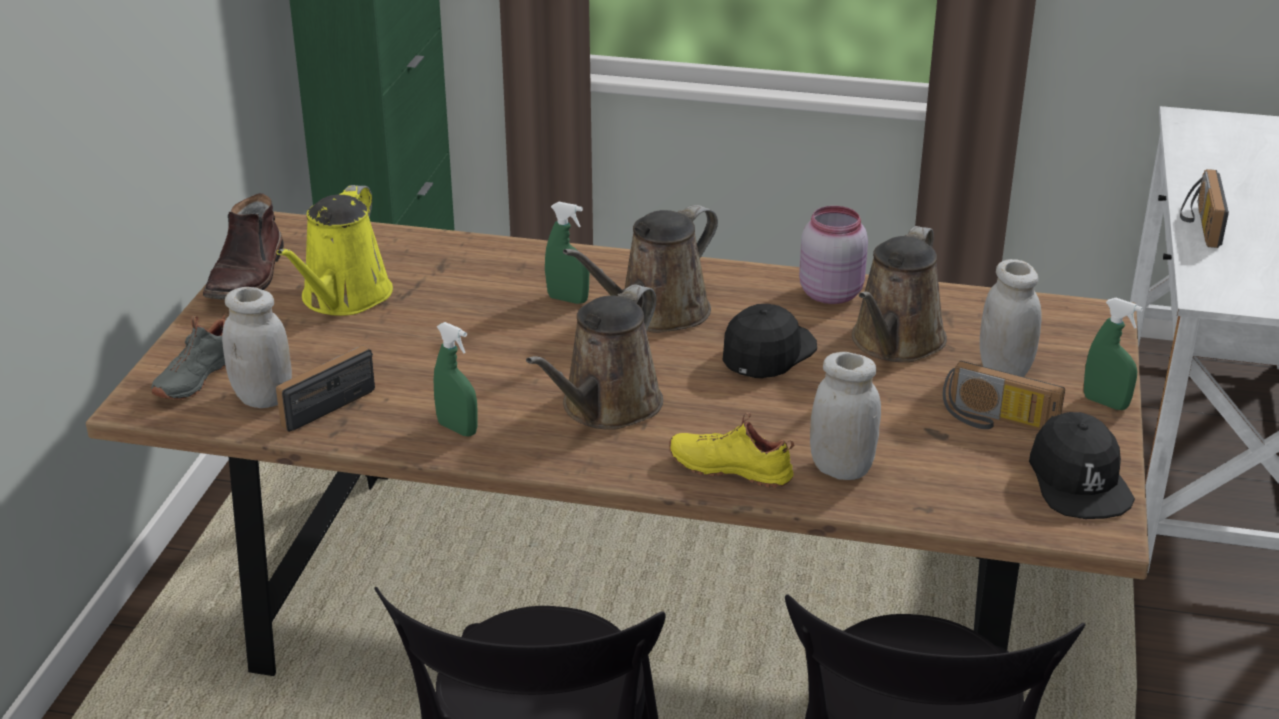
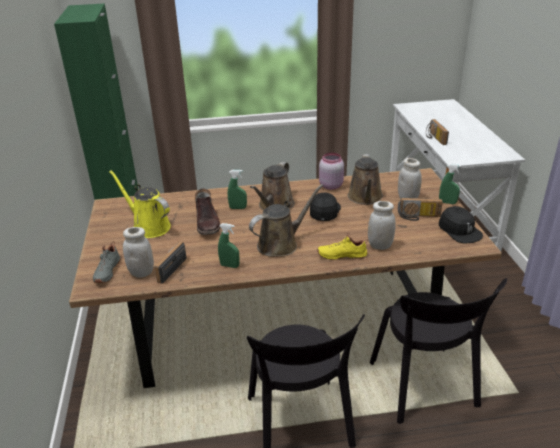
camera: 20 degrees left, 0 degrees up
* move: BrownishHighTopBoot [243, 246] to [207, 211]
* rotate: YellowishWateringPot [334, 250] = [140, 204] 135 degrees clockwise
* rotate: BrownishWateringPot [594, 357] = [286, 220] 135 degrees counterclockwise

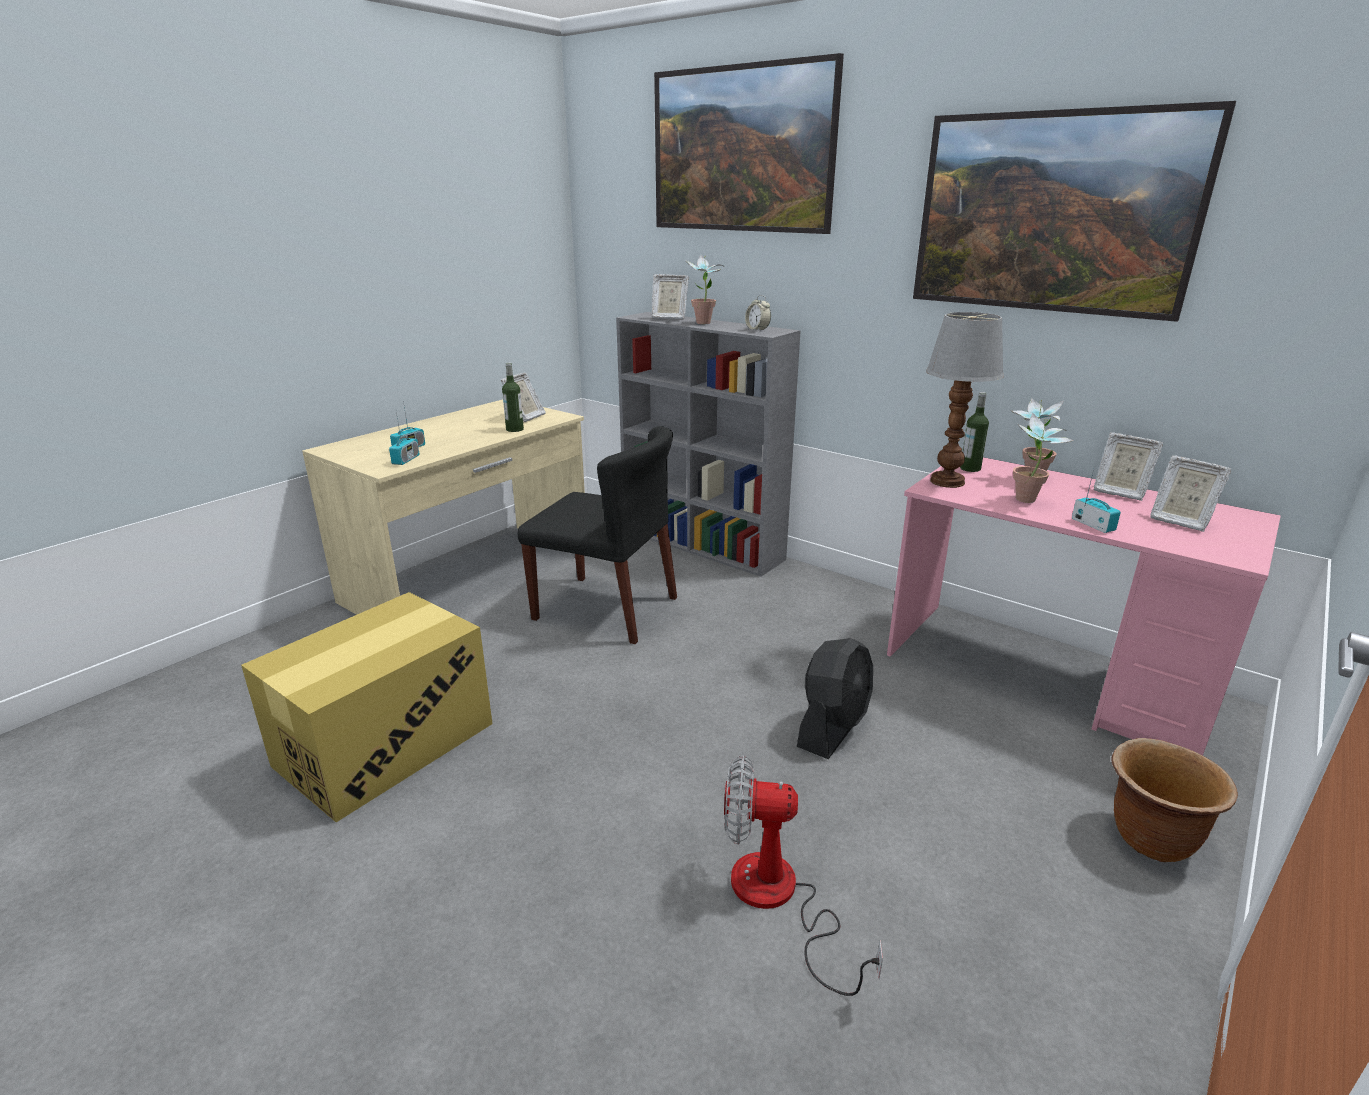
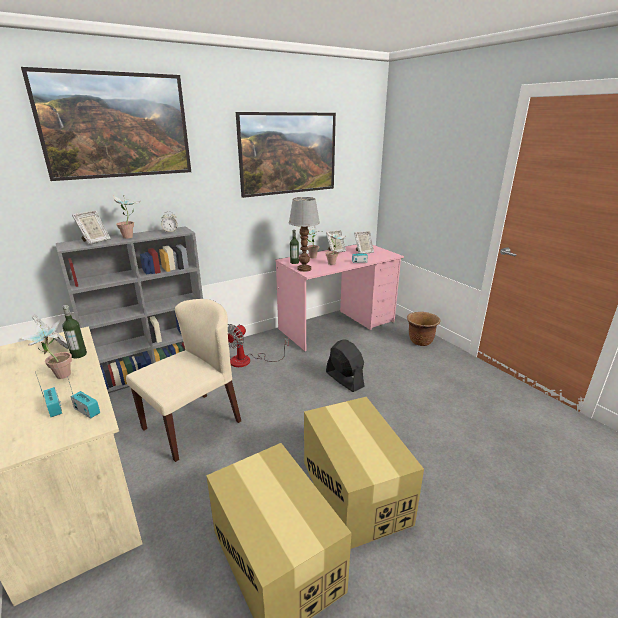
camera: 70 degrees left, 0 degrees up
* insert: Houseplant [45, 349]
* insert: CardboardBox [364, 473]
* move: ElectricFan [803, 875] to [258, 345]
* recolor: BlackPlainChair [597, 535] to BeigeColouredPlainChair [183, 380]

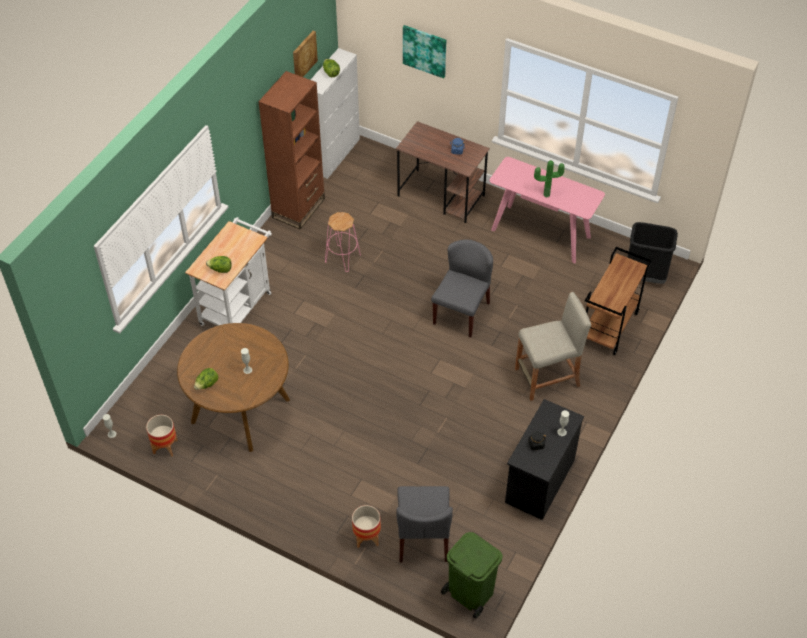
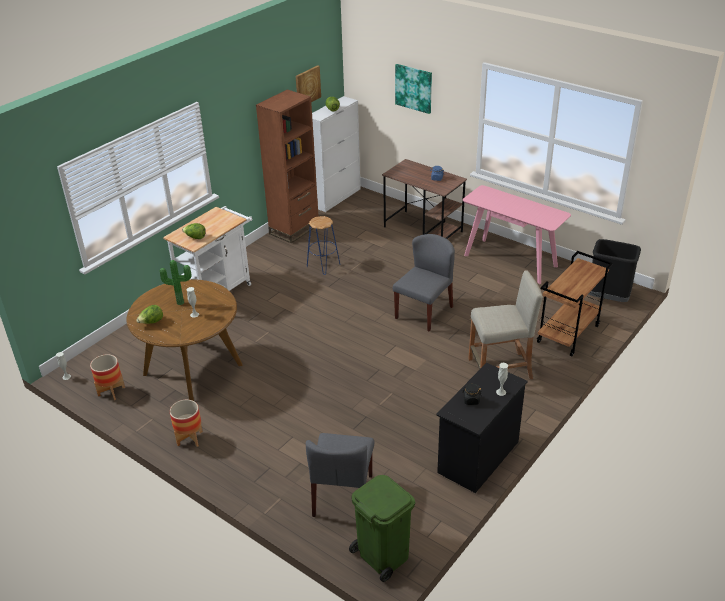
camera: 10 degrees right, 15 degrees down
* move: Planter [366, 526] to [186, 423]
* move: Houseplant [549, 179] to [176, 282]
* recolor: PinkishStool [343, 242] to BlueColouredStool [323, 245]

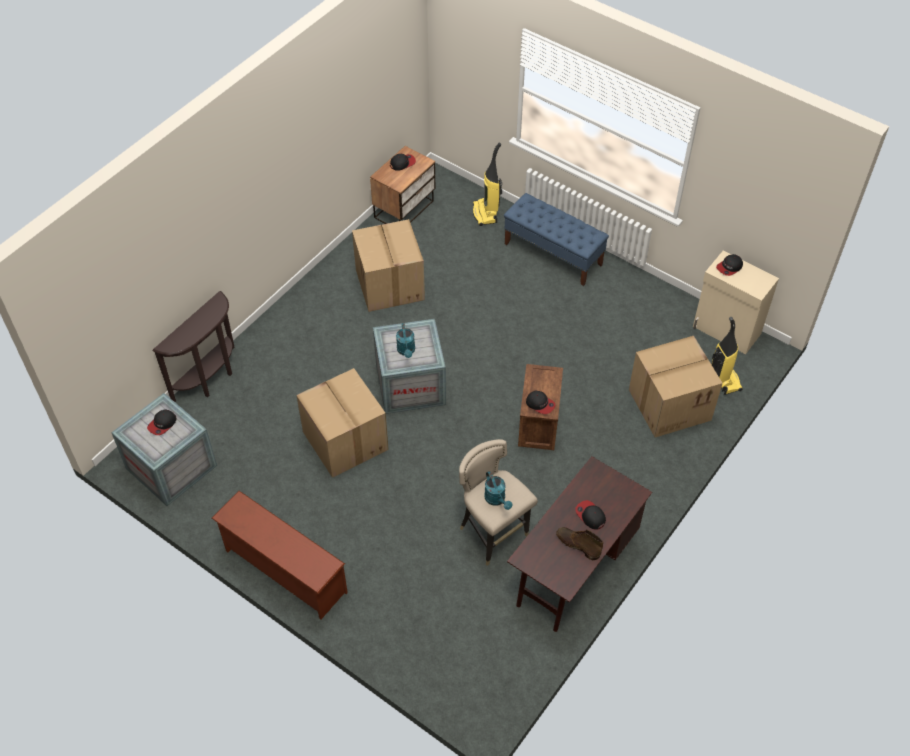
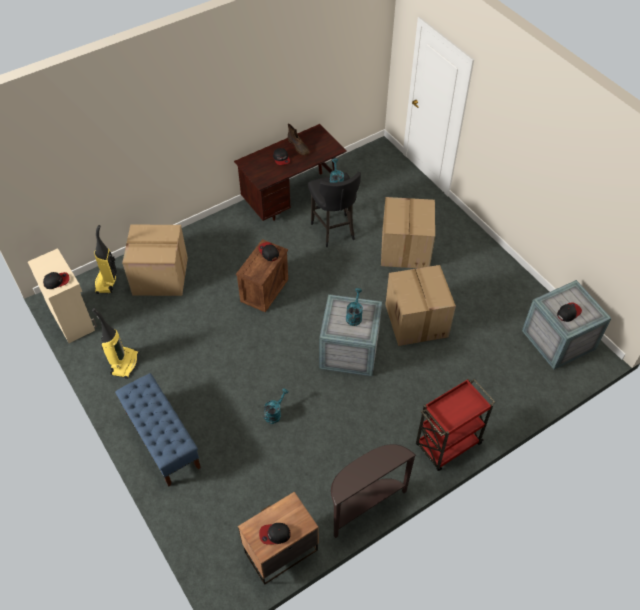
camera: 160 degrees left, 0 degrees up
* delete: BrownishShoeStand [280, 555]
* insert: TurquoiseWateringPot [276, 406]
* insert: ReddishWheeledCart [455, 424]
* move: BrownishNarrowTable [194, 346] to [373, 491]
* move: CardboardBox [388, 265] to [408, 232]
* move: VacuumCleaner [487, 184] to [115, 343]
* recolor: BeigeColouredStool [498, 502] to BlackStool [334, 209]

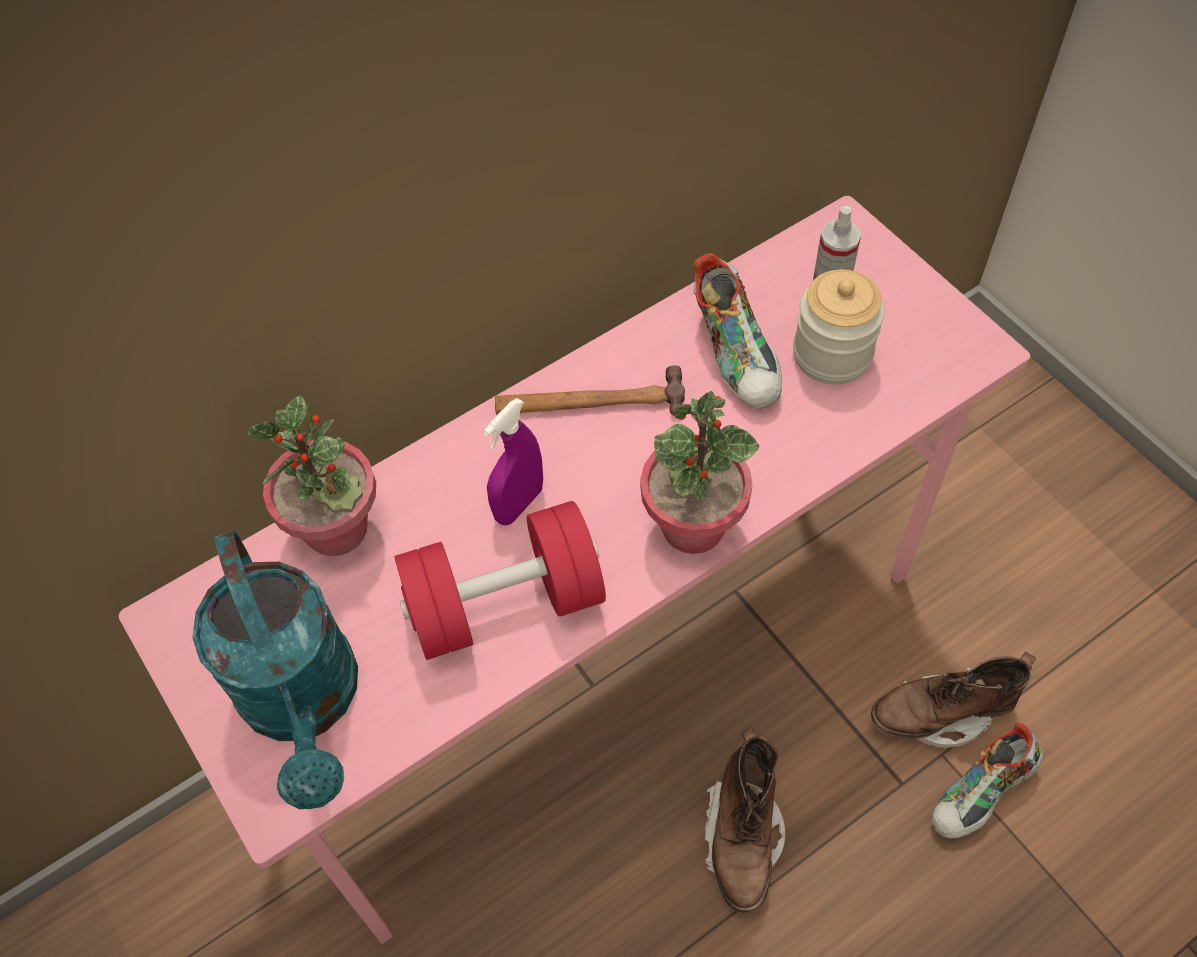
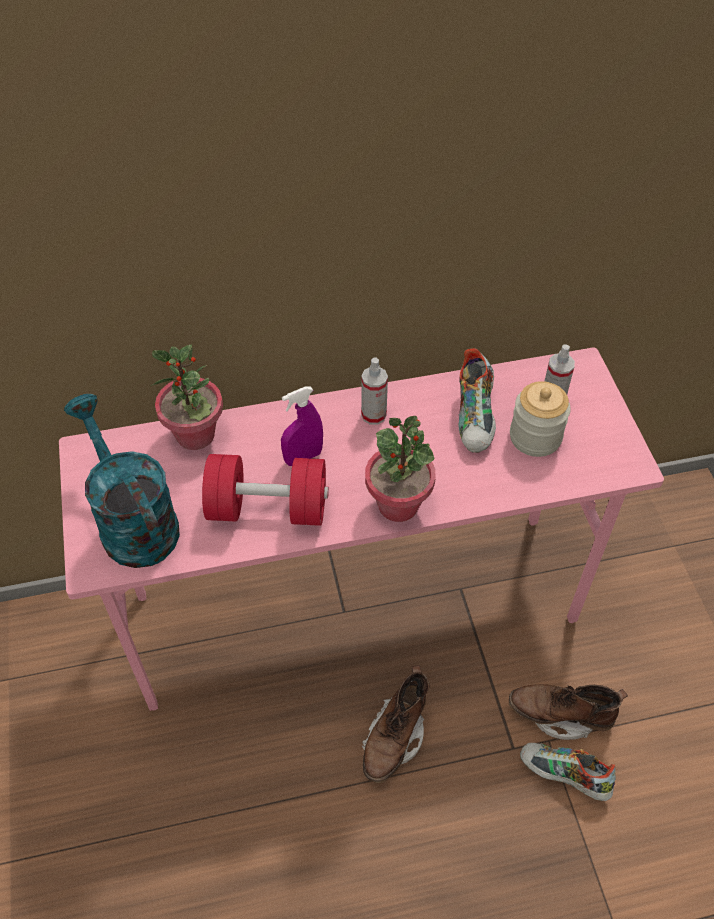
camera: 20 degrees right, 5 degrees down
* replace: HandHammer [590, 390] to SprayBottle [374, 391]
* rotate: TurquoiseWateringPot [275, 669] = [122, 481] 150 degrees clockwise
* rotate: LowShoe [987, 780] = [568, 772] 45 degrees clockwise

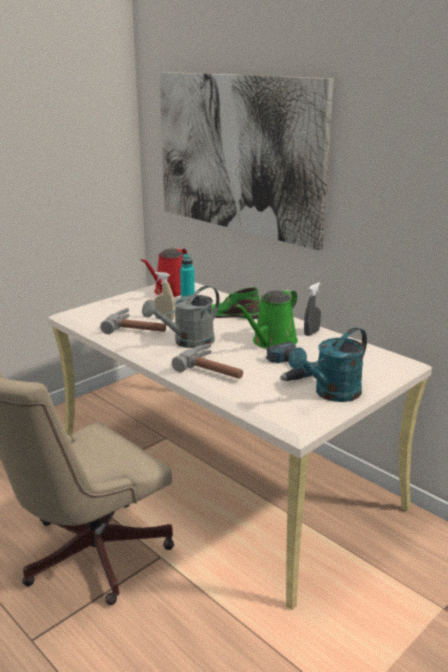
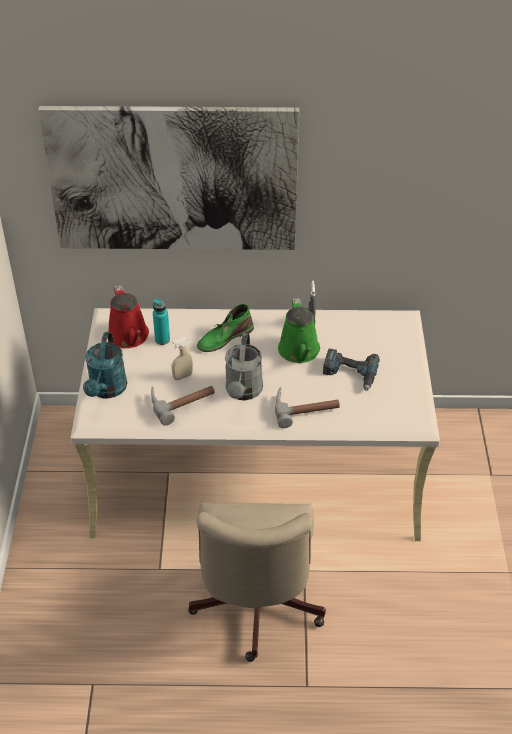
camera: 45 degrees left, 20 degrees up
* move: TurquoiseWateringPot [327, 364] to [105, 365]

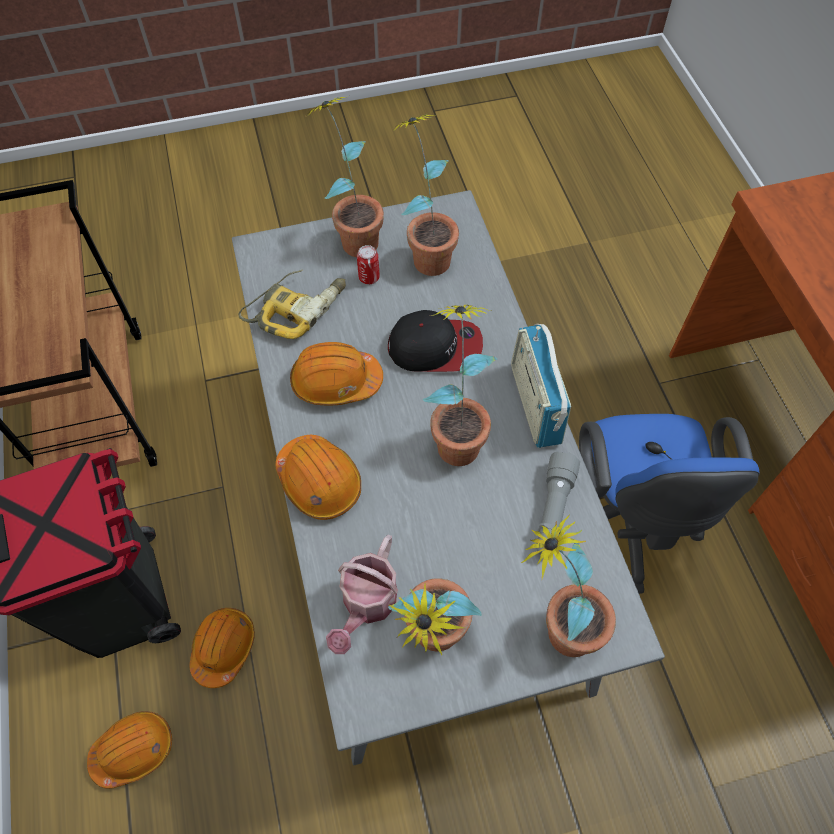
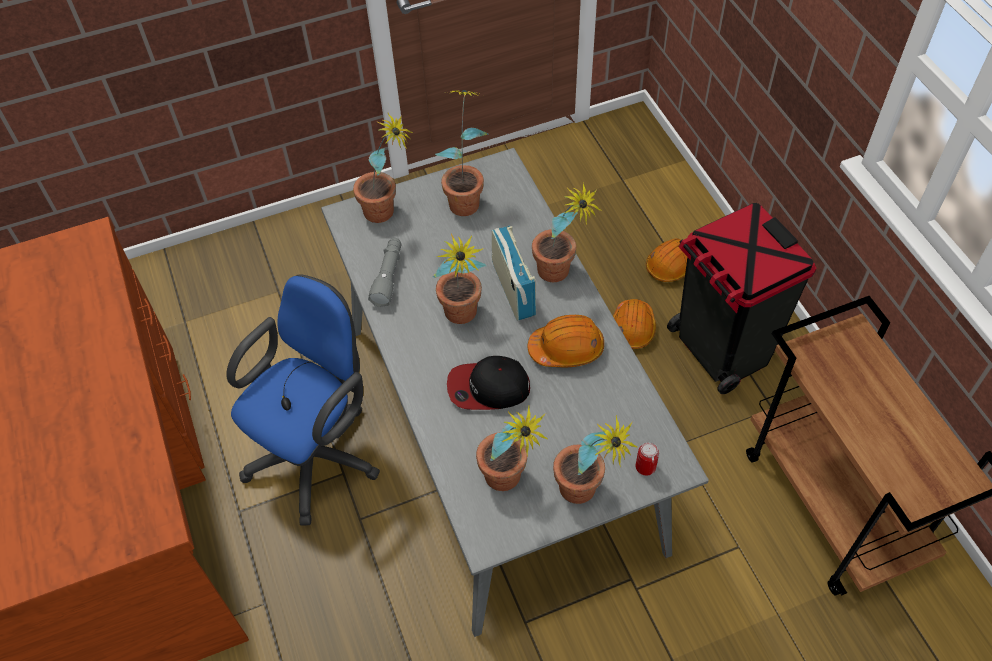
camera: 175 degrees right, 5 degrees down
* delete: PowerDrill [292, 304]
* delete: WateringPot [362, 594]
* move: SealedCan [368, 264] to [647, 459]
* move: RadioSet [541, 386] to [514, 273]
* replace: OrangeyWorkHelmet [318, 477] to Houseplant [567, 232]
* rotate: BlueColouredComputerChair [669, 504] = [303, 399] 45 degrees clockwise

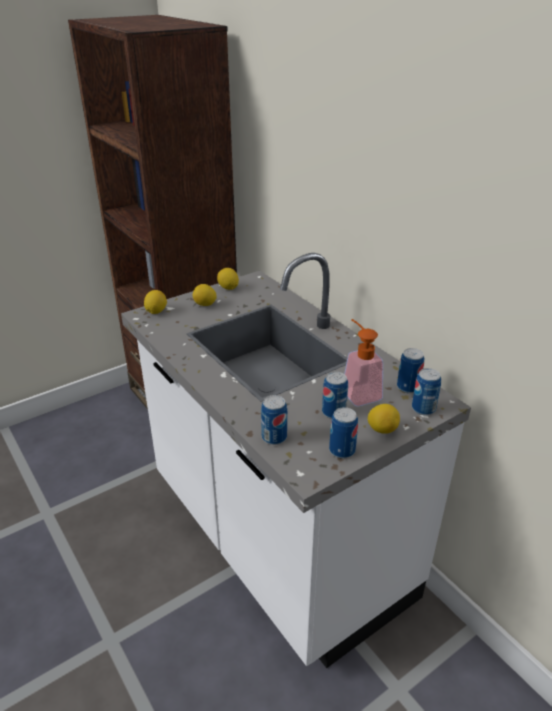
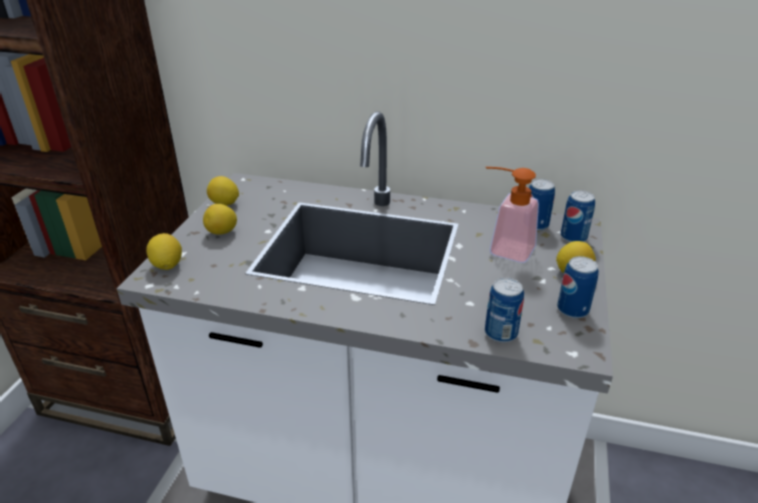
camera: 40 degrees left, 0 degrees up
* delete: SealedCan [335, 395]

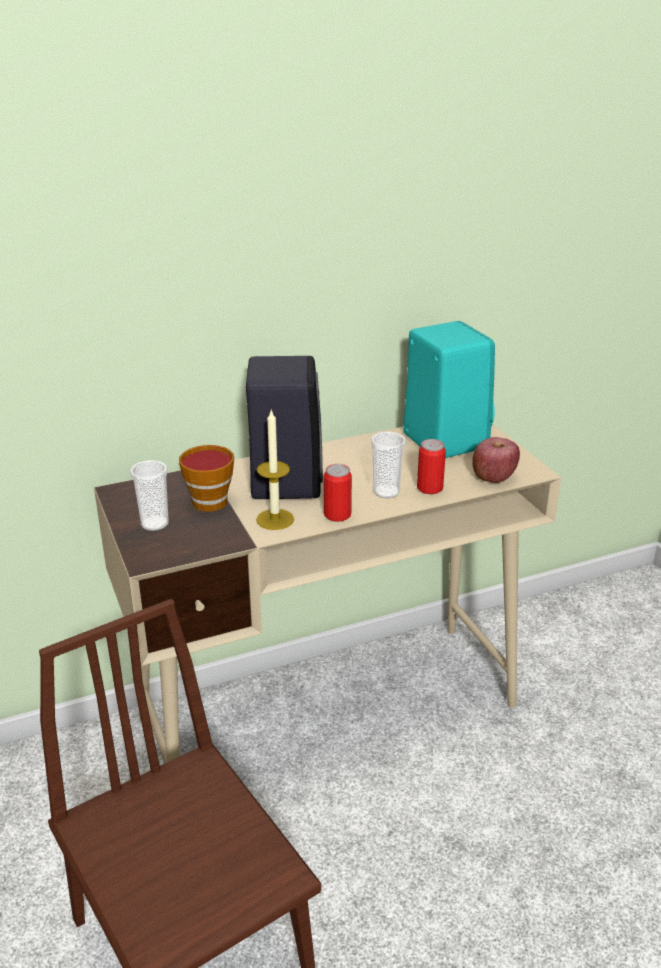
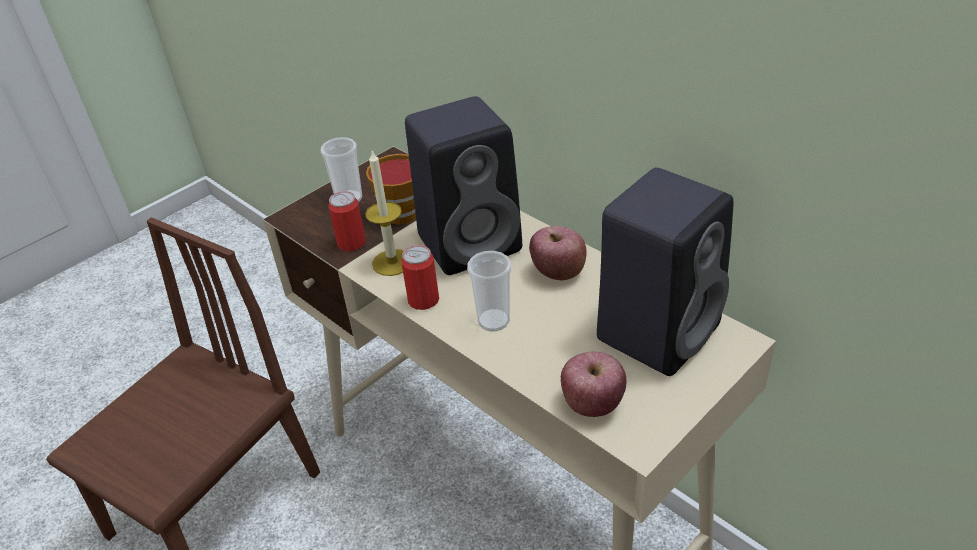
camera: 70 degrees right, 10 degrees up
* insert: AppleFruit [558, 253]
* move: SealedCan [431, 466] to [347, 221]
* recolor: TurquoiseLoudspeaker [449, 389] to BlackLoudspeaker [665, 272]

